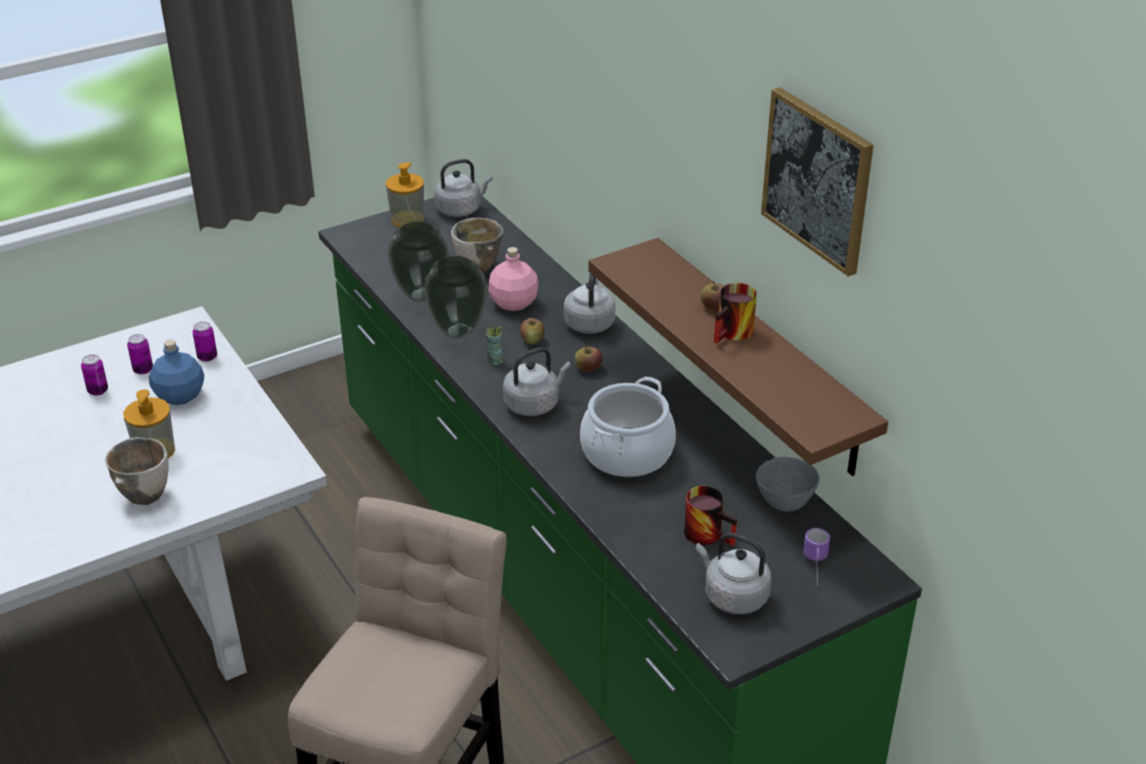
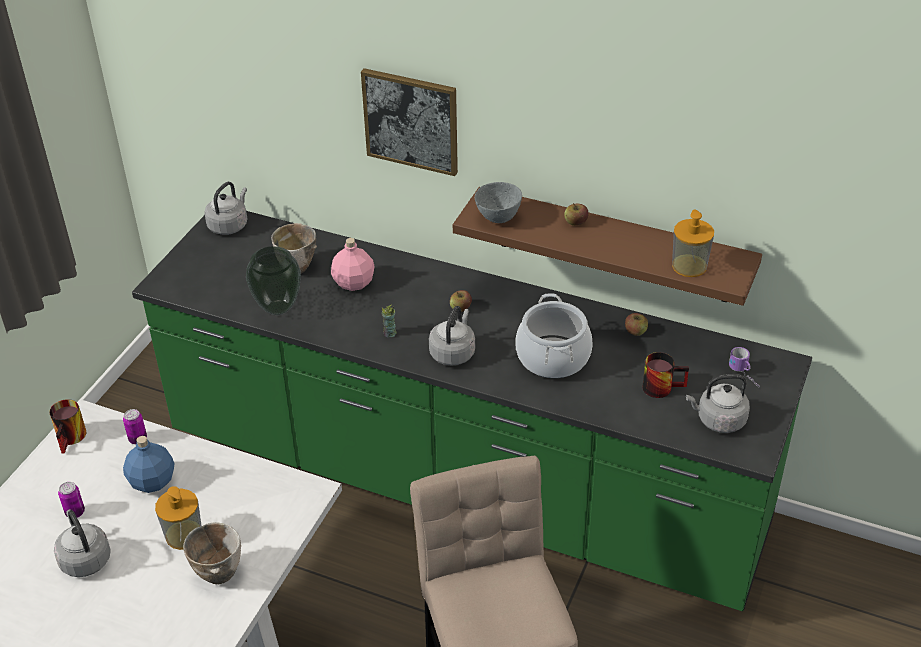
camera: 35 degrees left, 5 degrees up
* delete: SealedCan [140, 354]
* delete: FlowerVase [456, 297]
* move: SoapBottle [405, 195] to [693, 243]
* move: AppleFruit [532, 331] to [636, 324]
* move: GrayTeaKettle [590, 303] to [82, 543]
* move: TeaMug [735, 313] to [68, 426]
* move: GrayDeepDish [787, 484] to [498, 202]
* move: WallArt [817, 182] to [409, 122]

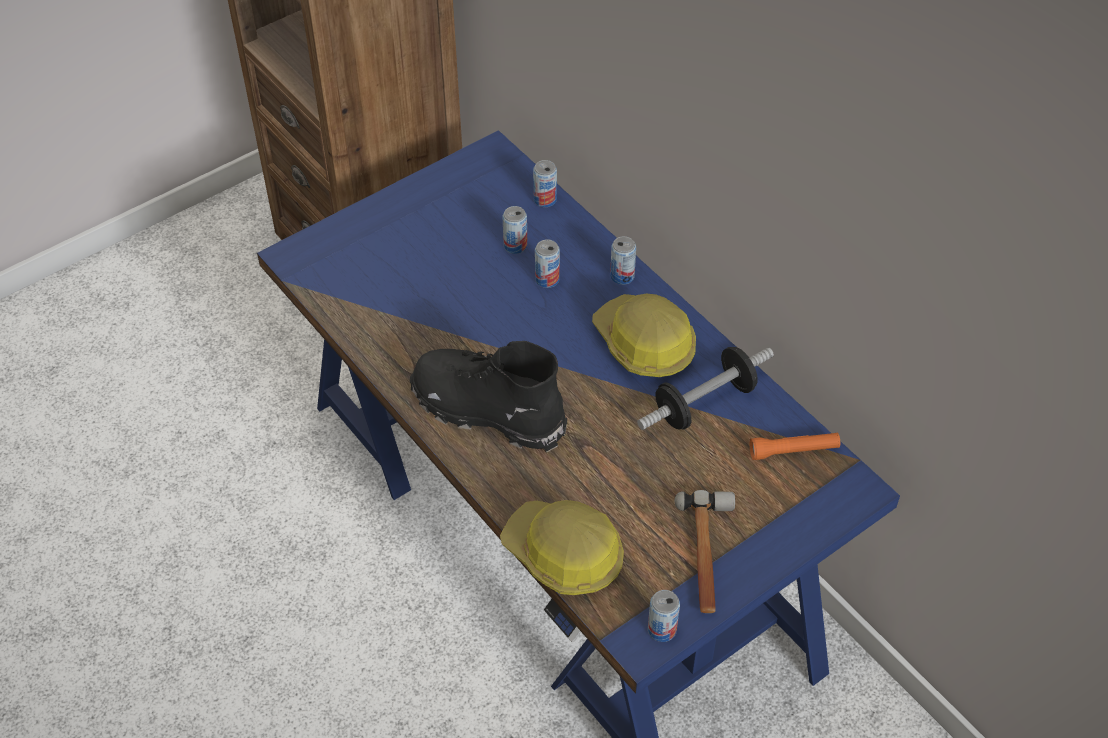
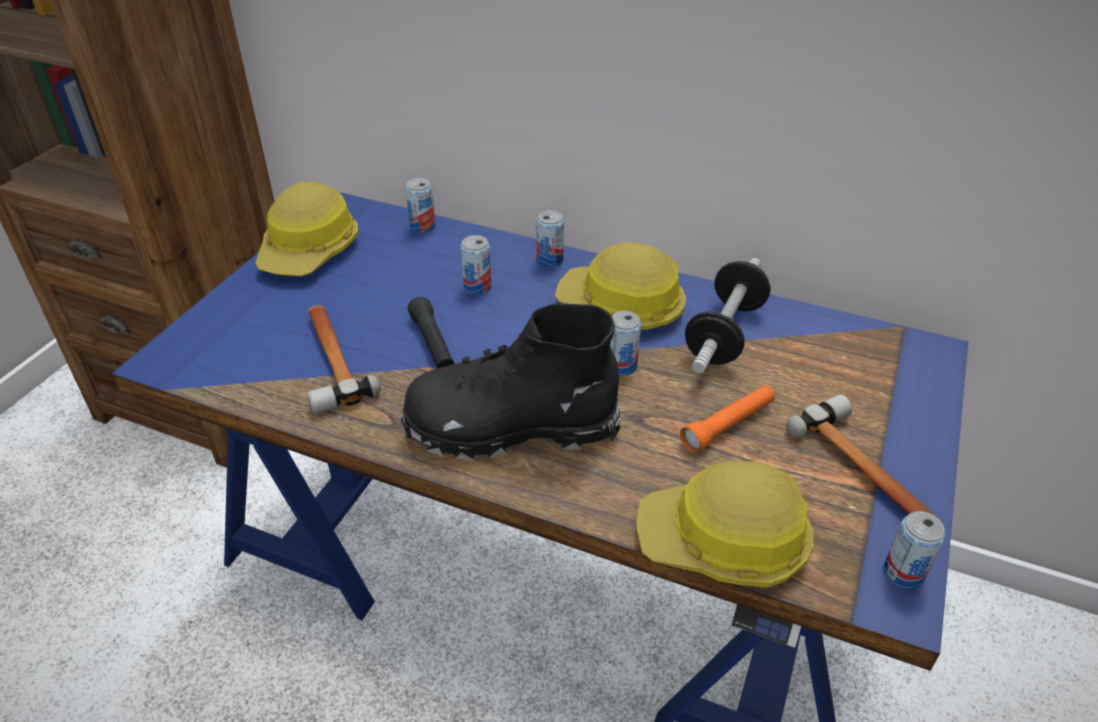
camera: 30 degrees left, 10 degrees down
* insert: WorkHelmet [307, 228]
* insert: HandHammer [344, 359]
* insert: BlackTorch [431, 333]
* move: SealedCan [514, 230] to [625, 343]
* move: OrangeyTorch [795, 446] to [727, 419]

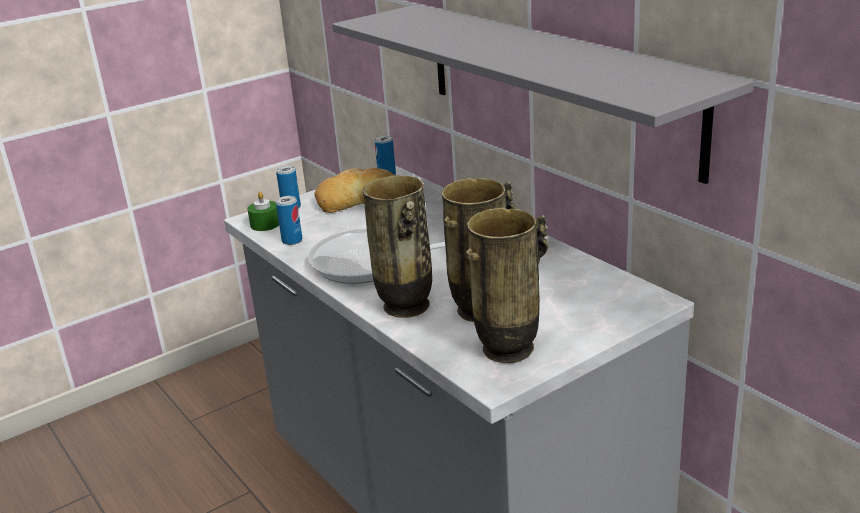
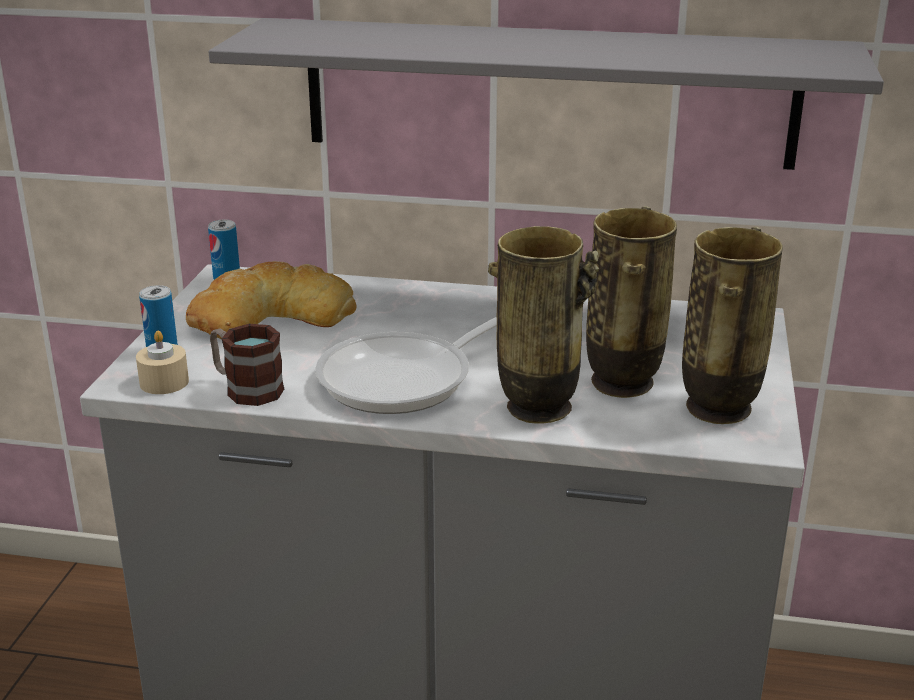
camera: 45 degrees left, 0 degrees up
* replace: SealedCan [289, 220] to TeaMug [247, 365]
* recolor: GreenCandle [263, 211] to BeigeColouredCandle [162, 362]

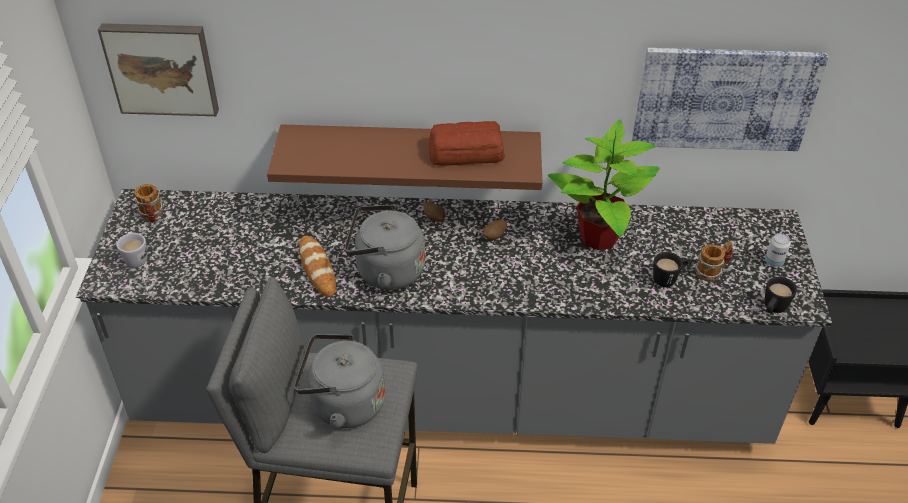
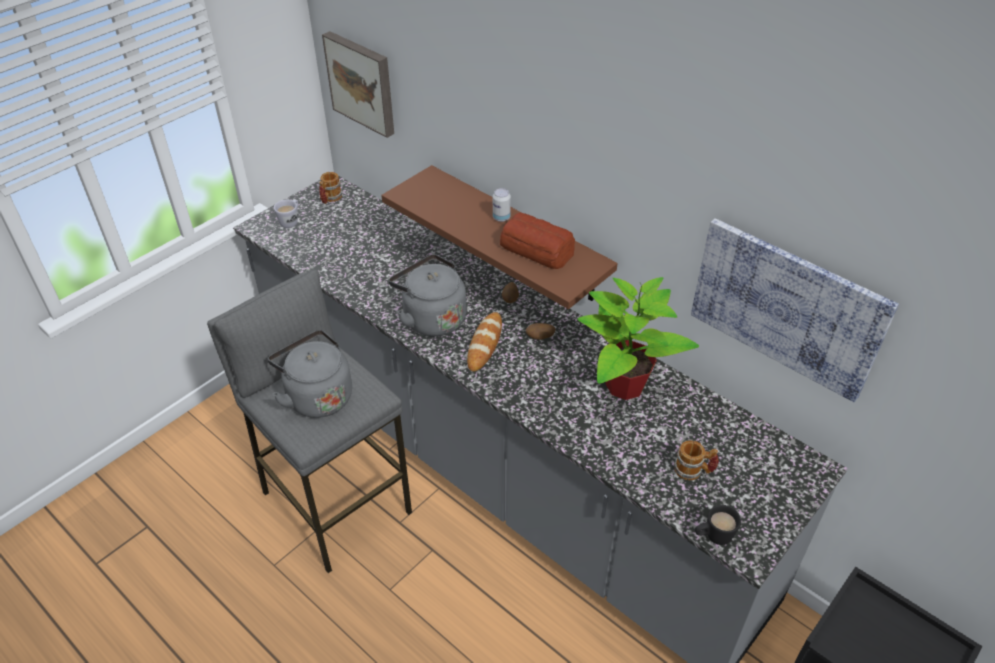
camera: 40 degrees right, 0 degrees up
* delete: BlackTeaMug [670, 269]
* move: BakeryBread [317, 266] to [484, 342]
* move: SealedCan [778, 250] to [502, 205]

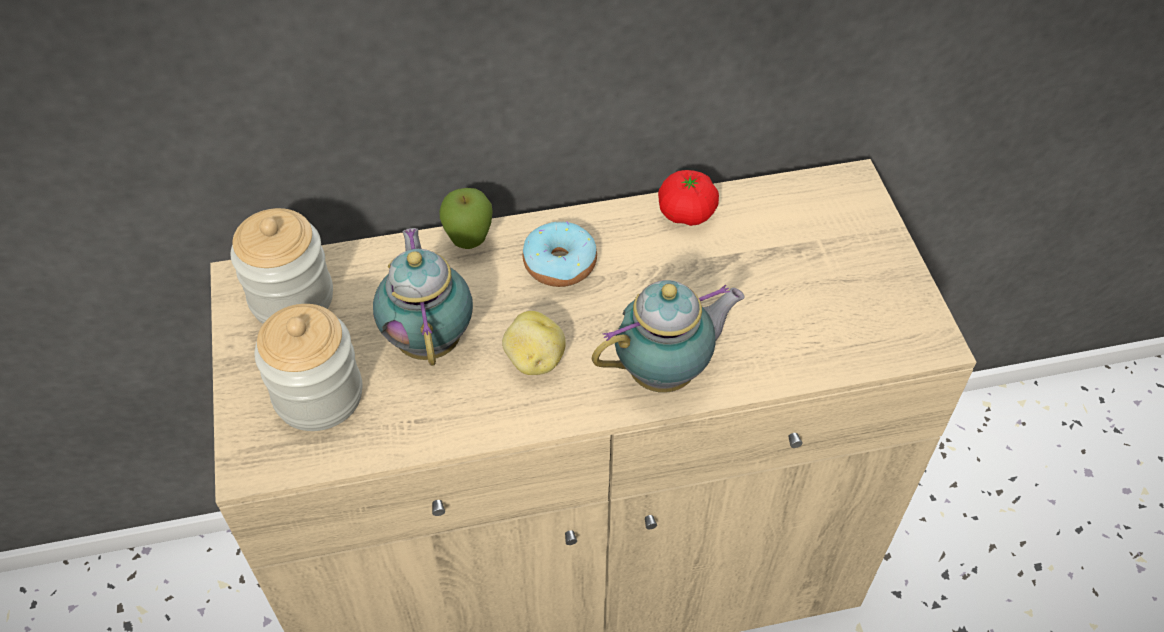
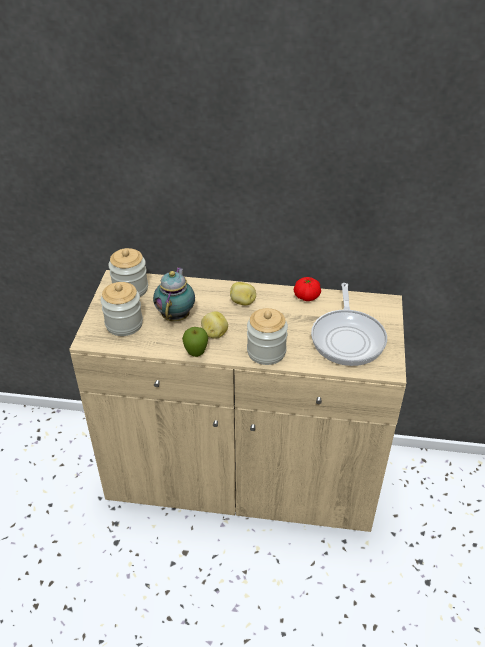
camera: 20 degrees right, 10 degrees down
* insert: Pan [349, 324]
* move: AppleFruit [466, 218] to [195, 342]
* replace: Donut [560, 254] to Spud [243, 294]
* replace: Teapot [668, 336] to StorageJar [267, 336]

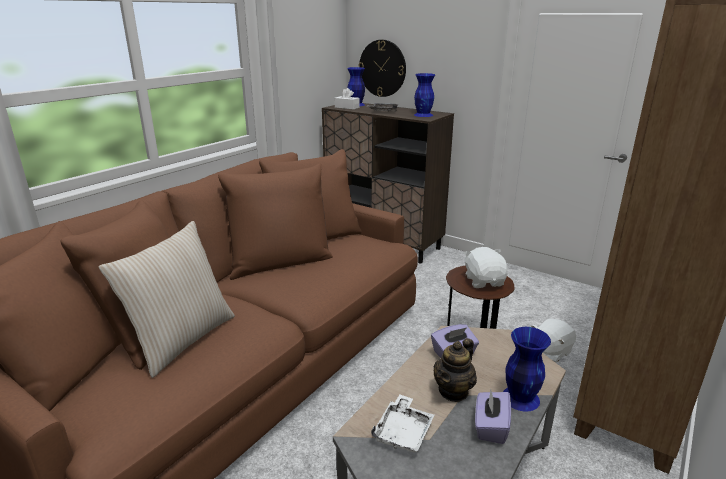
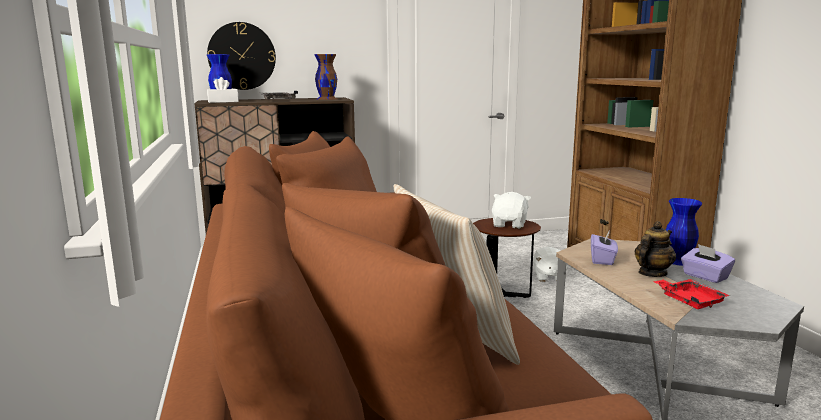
camera: 50 degrees left, 10 degrees down
* recolor: WhiteCarryingTray [402, 423] to ReddishCarryingTray [691, 294]
* recolor: BlueColouredFlowerVase [424, 95] to BrownishFlowerVase [325, 77]
* rotate: Teapot [455, 370] = [655, 249] 120 degrees counterclockwise
* rotate: WhitePlushToy [486, 267] = [511, 210] 75 degrees clockwise

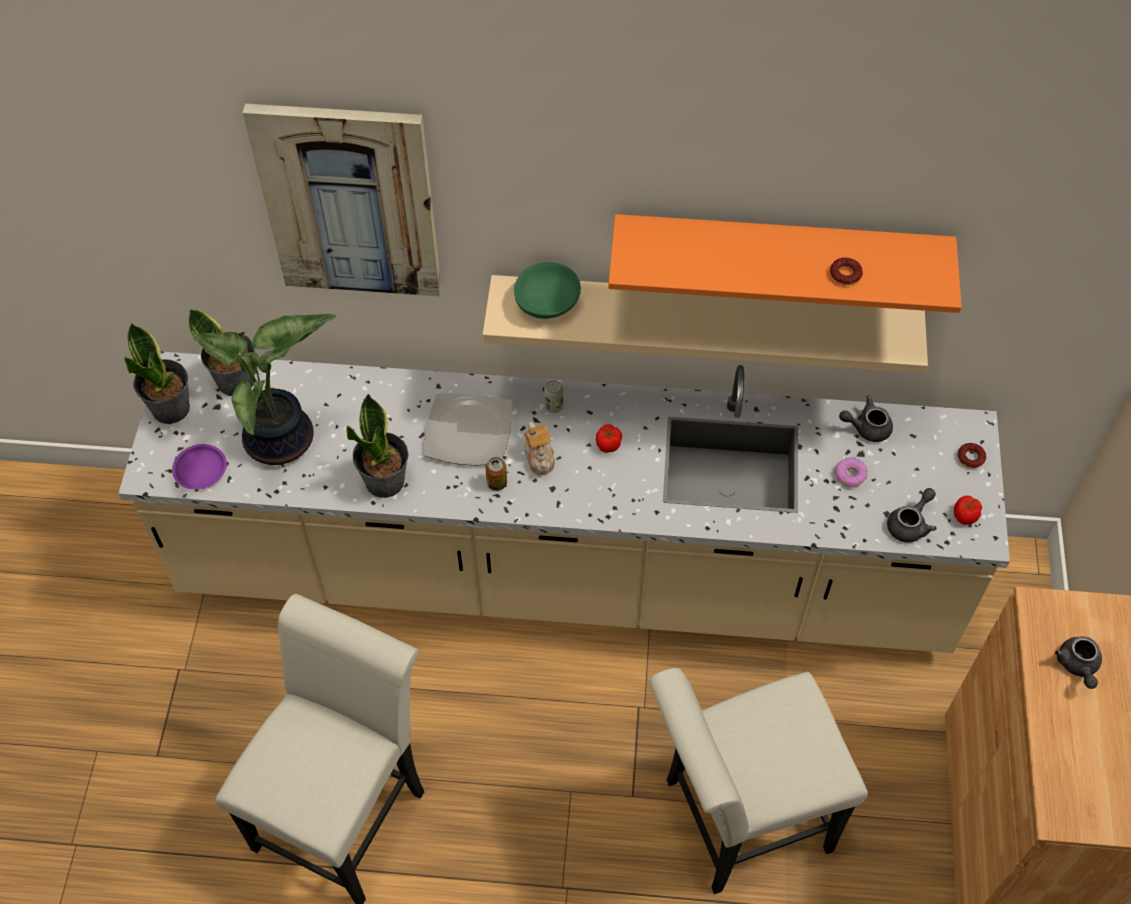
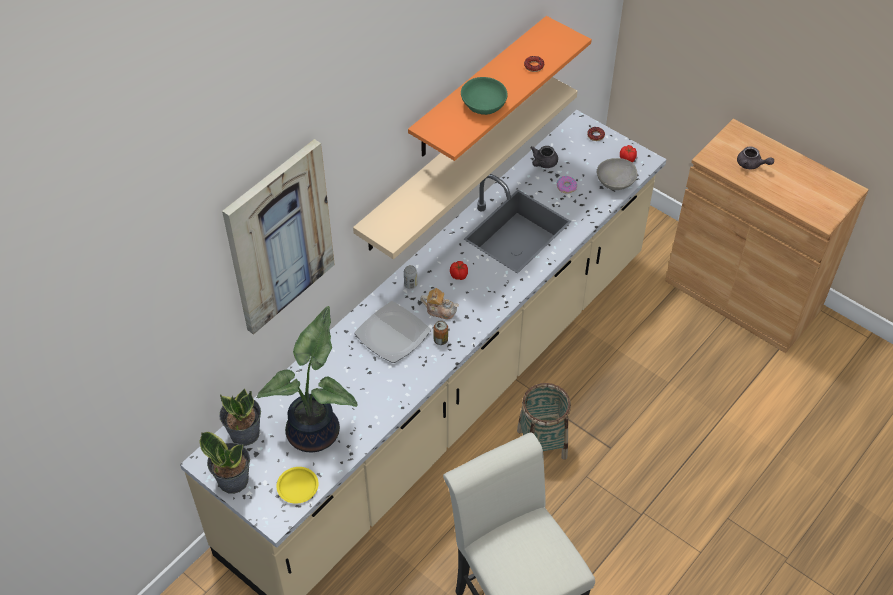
camera: 55 degrees left, 5 degrees down
* delete: Houseplant [377, 445]
* delete: WhitePlainChair [758, 781]
* insert: Basket [544, 421]
* move: GreenDeepDish [547, 290] to [484, 96]
* replace: GrayTeapot [912, 515] to GrayDeepDish [617, 174]
* recolor: PurplishPlate [199, 467] to YellowishPlate [297, 485]

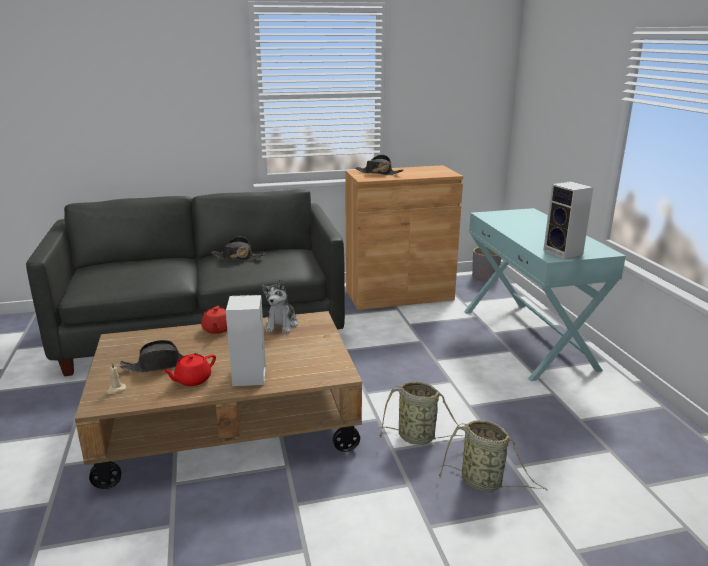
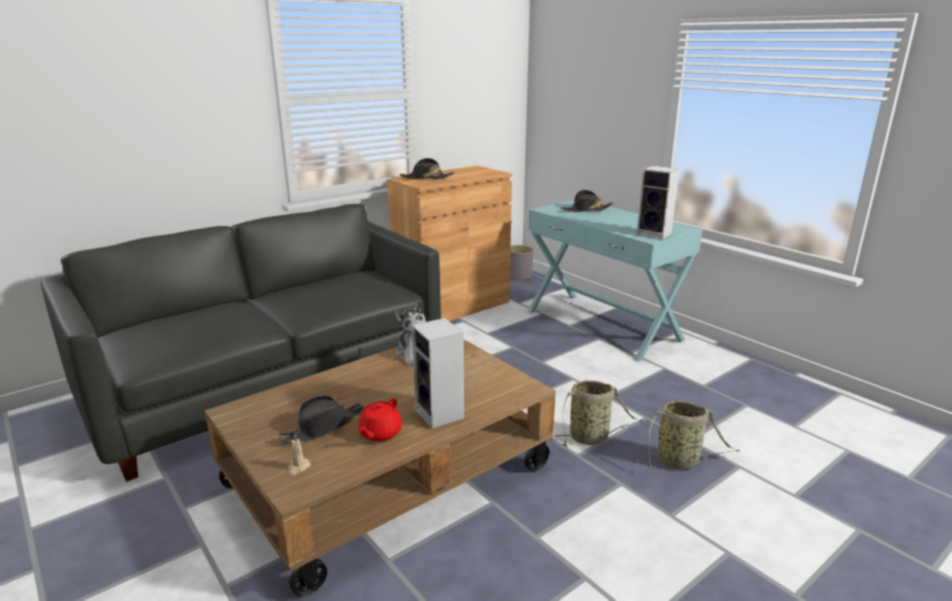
camera: 25 degrees left, 0 degrees up
* delete: ReddishTeapot [214, 320]
* move: BlackHat [238, 249] to [587, 201]

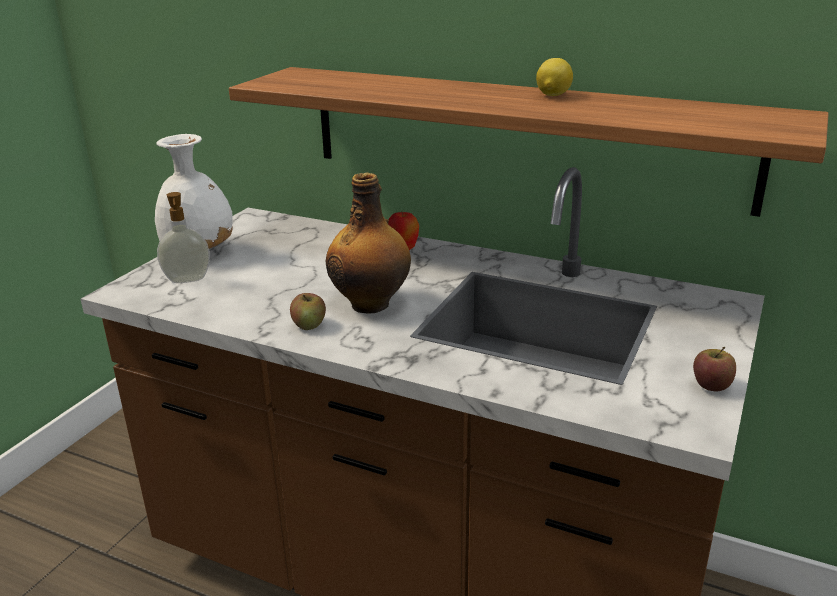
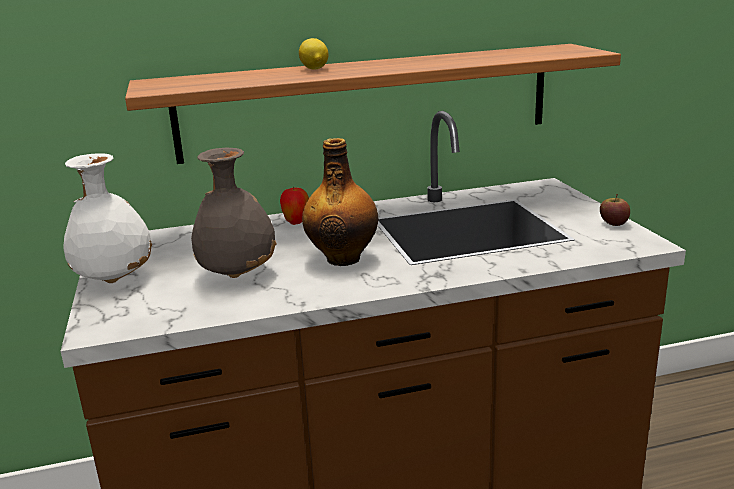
camera: 40 degrees left, 5 degrees down
* delete: SoapBottle [183, 237]
* delete: AppleFruit [308, 311]
* insert: GrayFlowerVase [234, 213]
* move: CitrusFruit [554, 77] to [314, 54]

